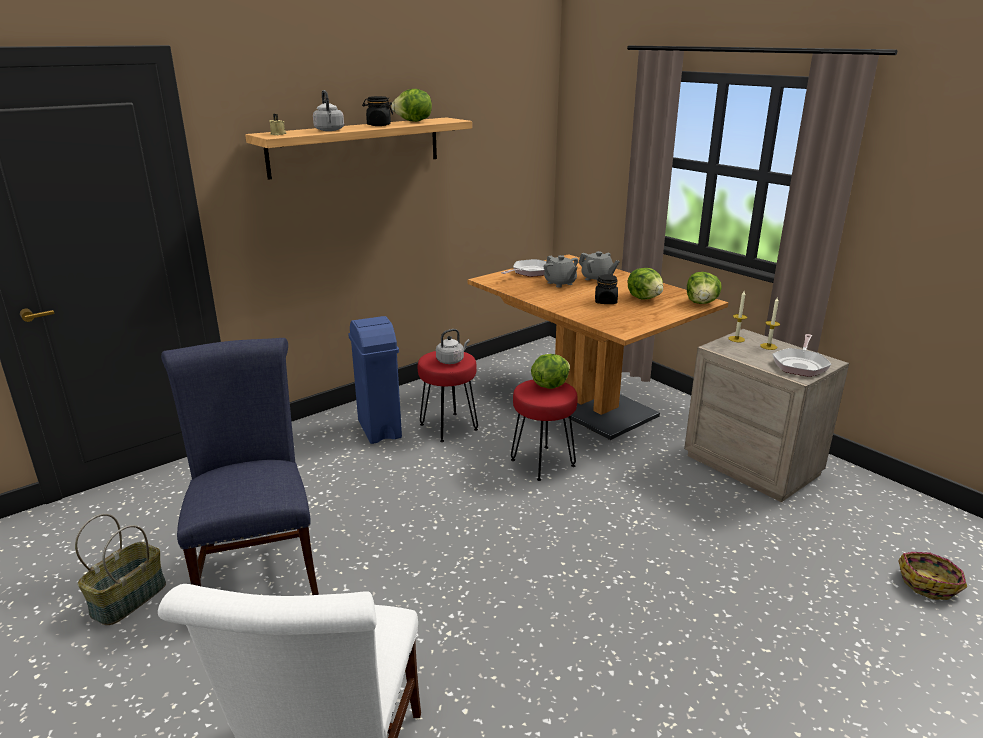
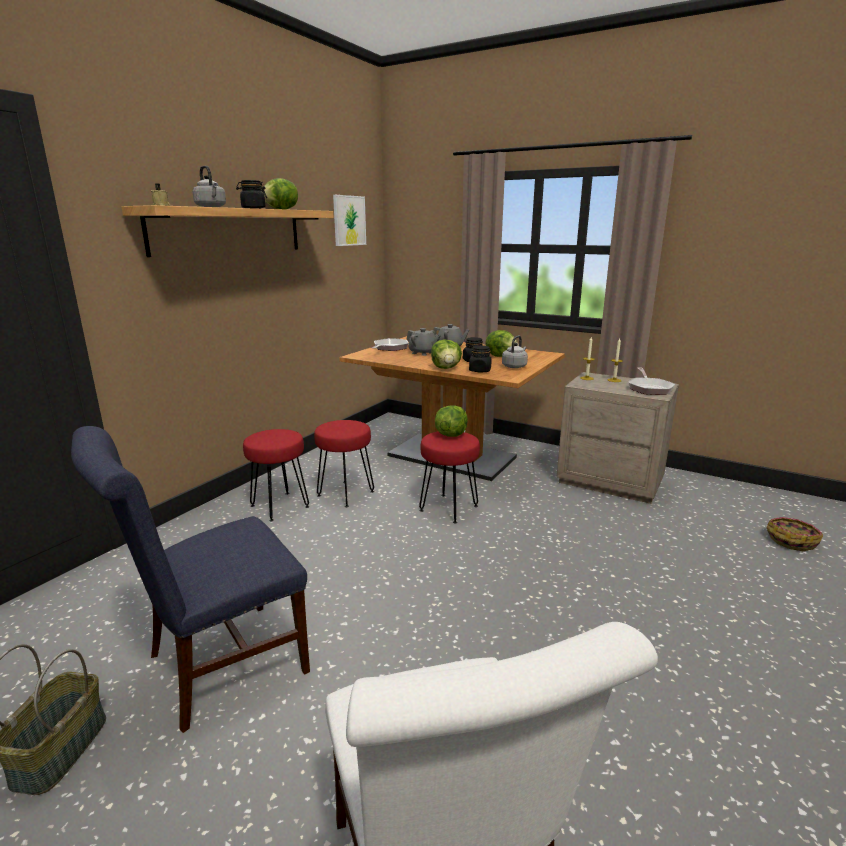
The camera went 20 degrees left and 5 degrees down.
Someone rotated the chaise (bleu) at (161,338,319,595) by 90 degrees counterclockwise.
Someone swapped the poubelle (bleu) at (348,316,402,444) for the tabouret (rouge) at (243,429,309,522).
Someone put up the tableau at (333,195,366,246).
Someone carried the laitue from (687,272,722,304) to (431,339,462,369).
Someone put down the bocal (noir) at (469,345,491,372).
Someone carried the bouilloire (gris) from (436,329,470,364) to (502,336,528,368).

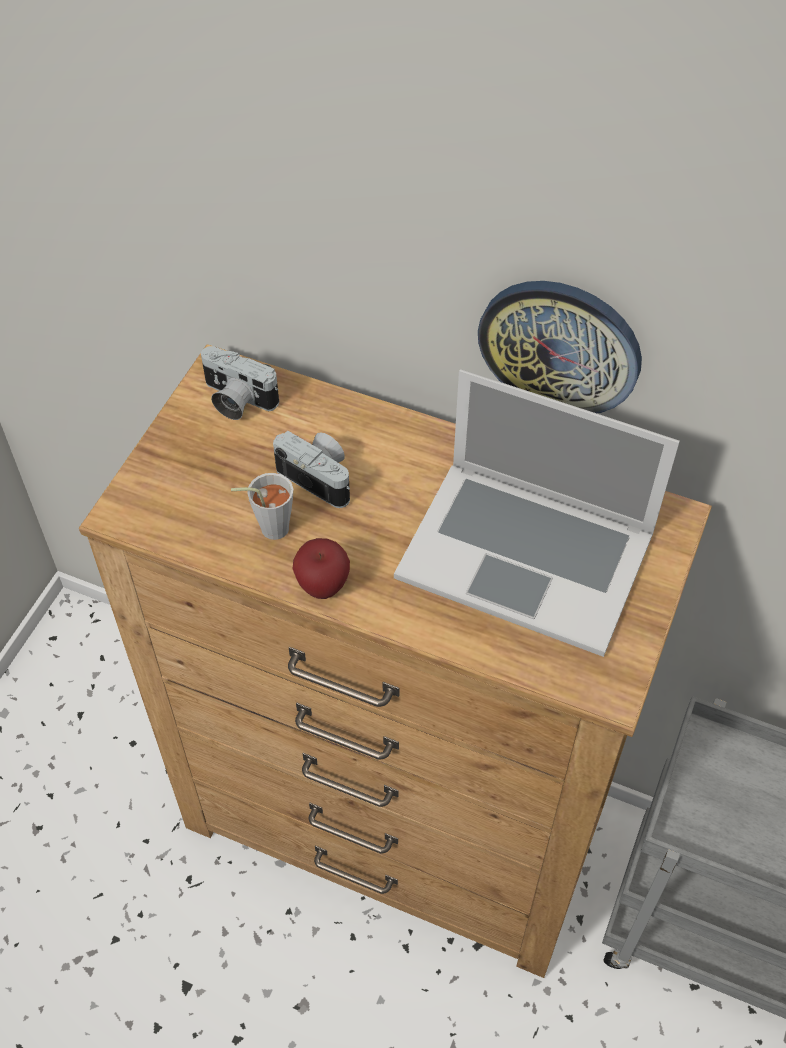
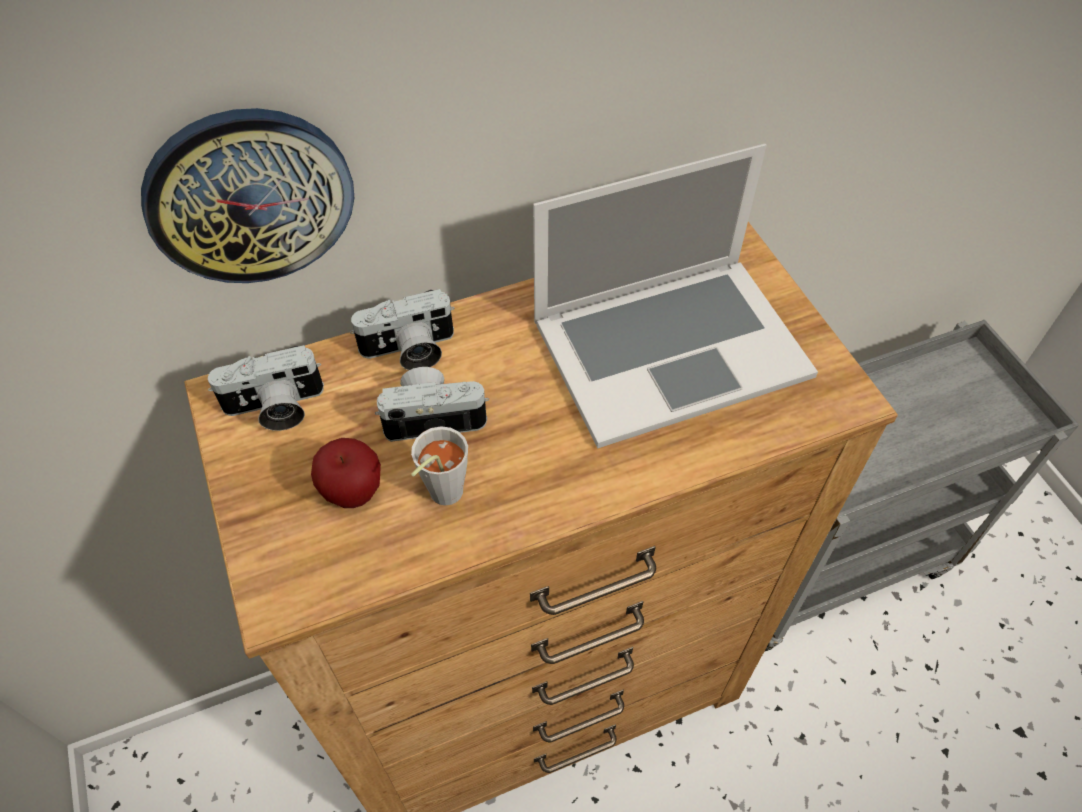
The camera went 45 degrees left and 0 degrees up.
Someone carried the horloge murale from (478,281,642,413) to (141,108,354,283).
Someone carried the pomme from (293,538,350,599) to (311,438,381,508).
Someone put down the appareil photo at (350,289,454,370).

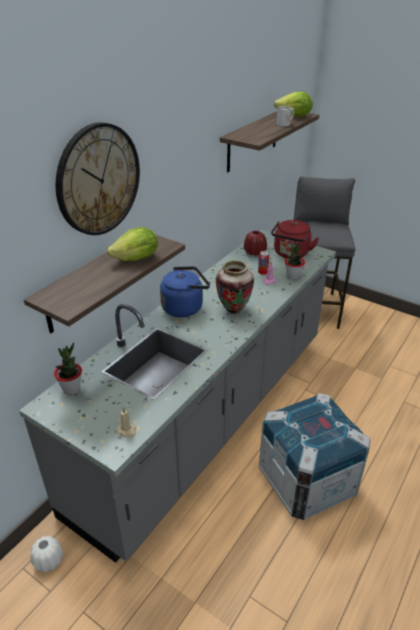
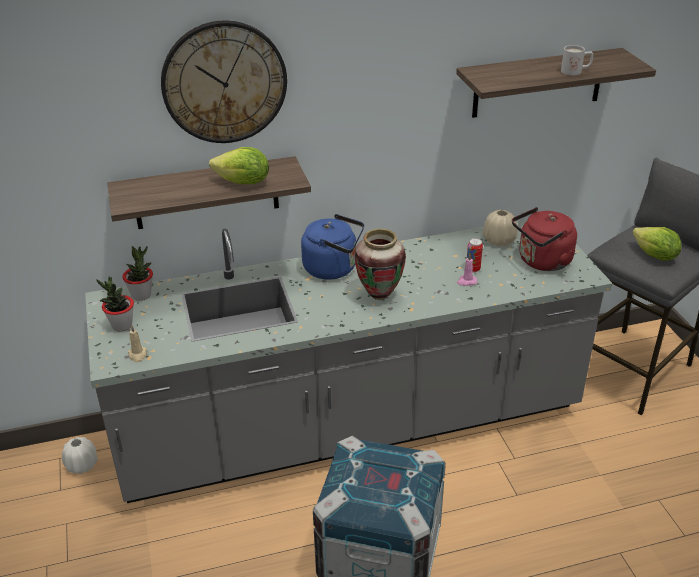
The camera went 40 degrees right and 0 degrees up.
Someone carried the plante en pot from (285,242,305,280) to (96,277,134,332).
Someone repainted the vase (rouge) at (244,231,267,256), which became the vase (beige) at (483,210,518,246).
Someone carried the laitue from (274,91,313,117) to (633,227,681,261).

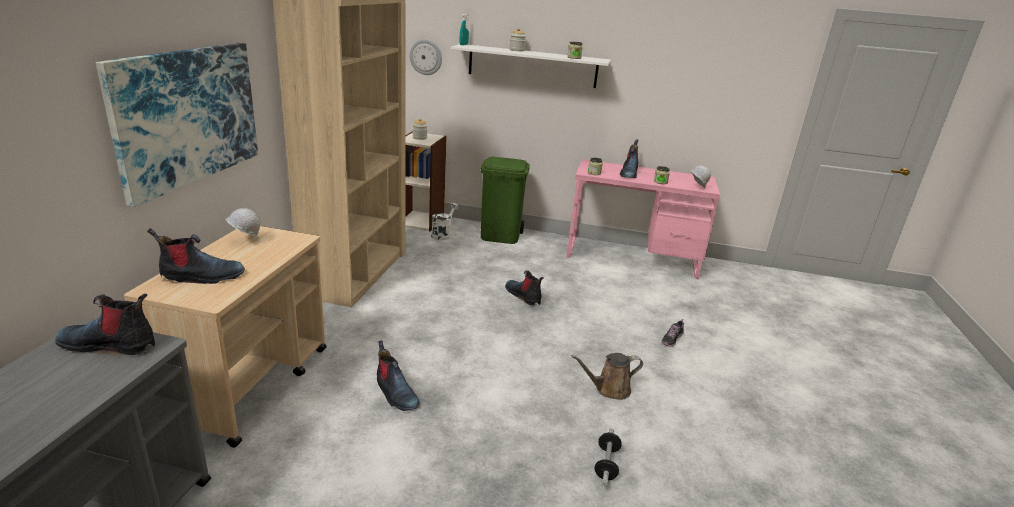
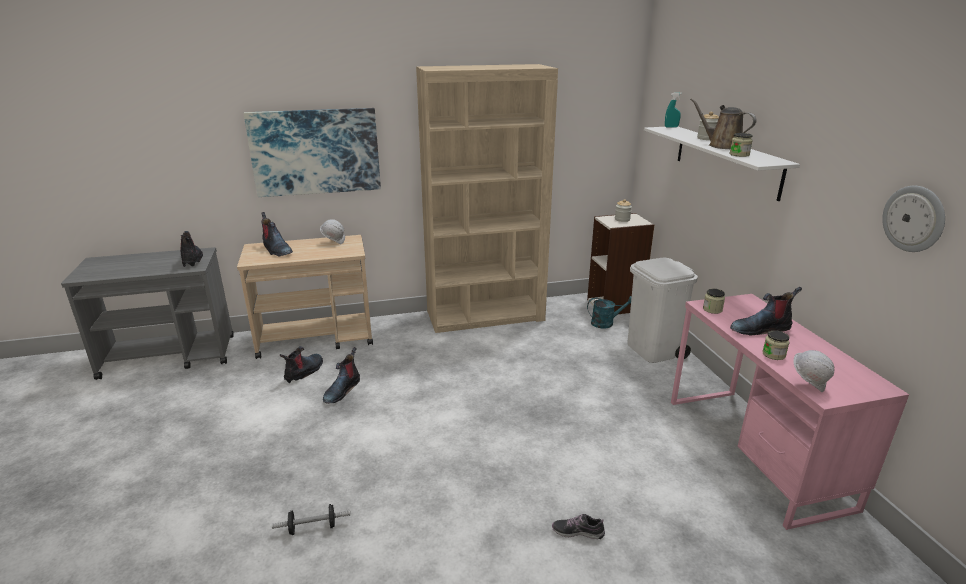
The camera went 65 degrees right and 0 degrees up.
Someone carried the botte from (505,271,544,306) to (280,346,323,383).
Someone repainted the arrosoir (blanc) at (431,203,459,240), which became the arrosoir (turquoise) at (587,296,632,329).
Someone repainted the poubelle (vert) at (481,157,530,244), which became the poubelle (blanc) at (627,258,698,363).
Someone carried the arrosoir (marron) from (571,353,643,400) to (690,98,756,149).
Someone carried the horloge murale from (409,39,442,75) to (882,186,945,252).

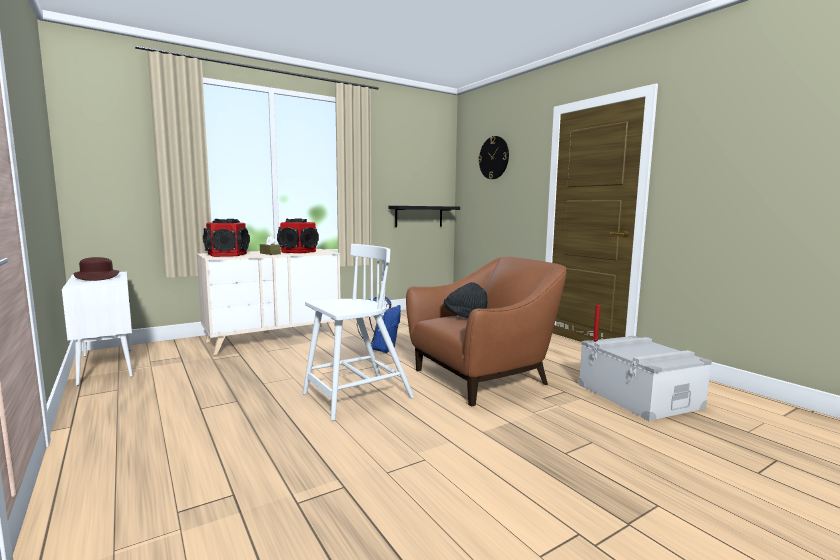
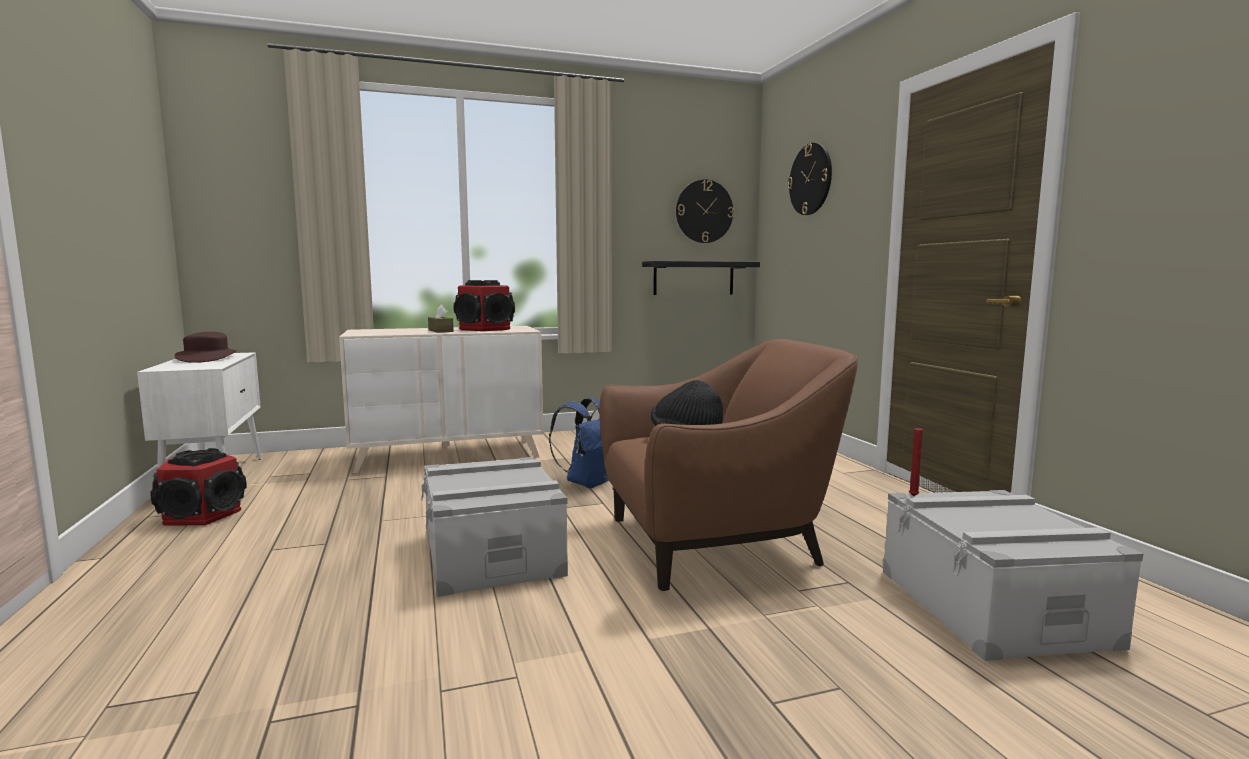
The camera went 15 degrees right and 0 degrees up.
Someone carried the enceinte from (203,219,250,257) to (150,448,247,526).
Someone swapped the chaise (blanc) at (303,244,414,421) for the boîte de rangement (gris) at (421,457,568,597).
Someone put up the horloge murale at (676,179,734,243).

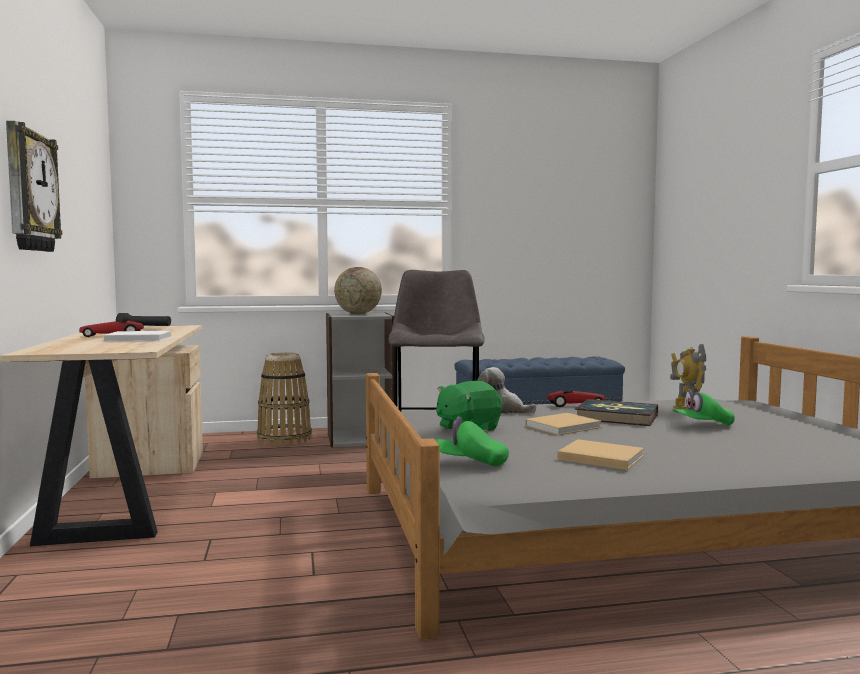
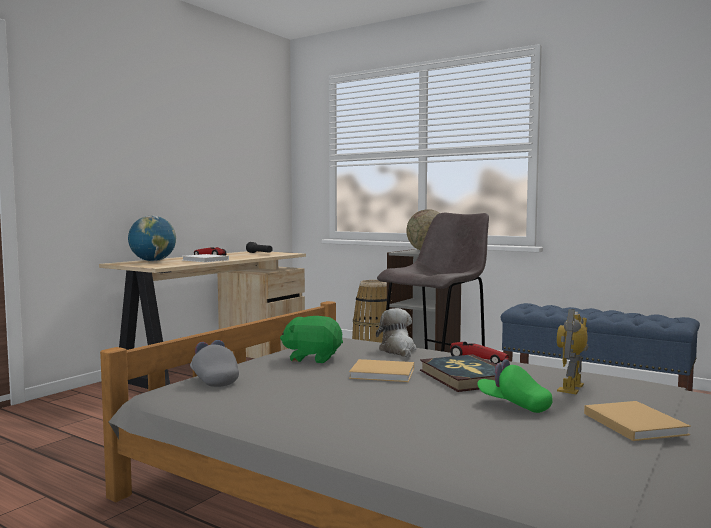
The camera went 45 degrees right and 0 degrees up.
Someone put down the globe at (128,216,176,262).
Someone repainted the casquette (vert) at (435,416,509,466), which became the casquette (gris) at (190,340,239,387).
Someone carried the livre (beige) from (557,439,644,470) to (584,401,691,441).
Someone took away the horloge murale at (6,121,62,252).

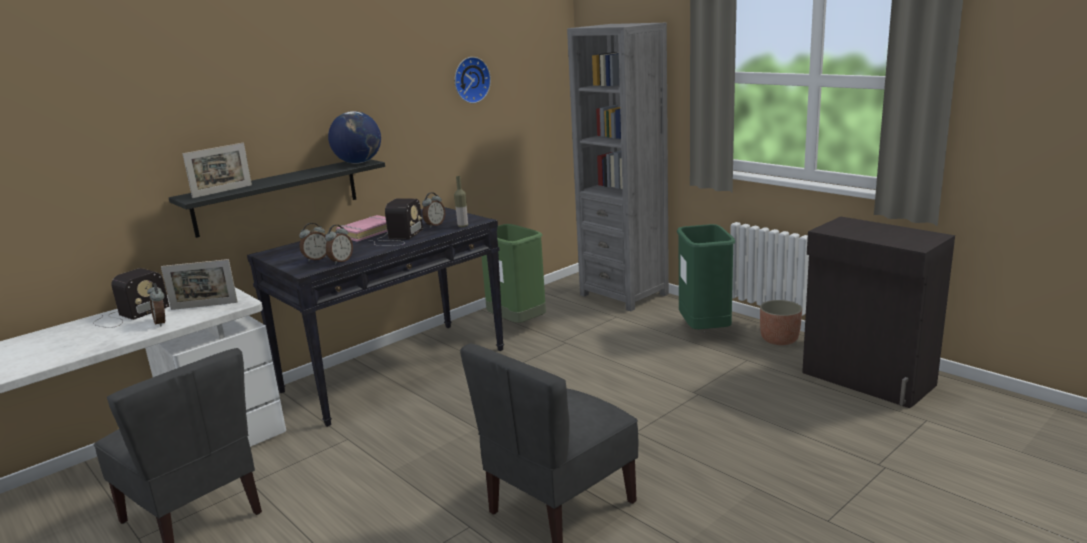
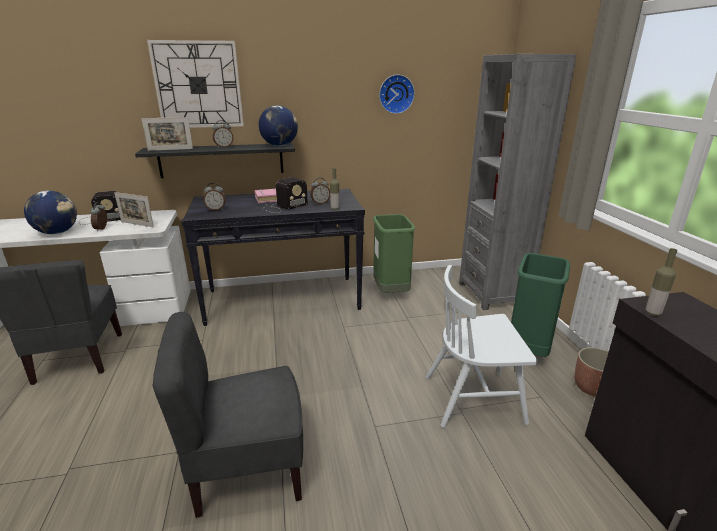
The camera went 30 degrees right and 5 degrees up.
Someone put down the globe at (24,191,77,234).
Someone put up the horloge murale at (147,40,244,128).
Someone carried the réveil from (325,225,353,264) to (213,120,233,148).
Someone put down the chaise (blanc) at (425,265,538,428).
Someone put down the bouteille at (645,248,677,316).

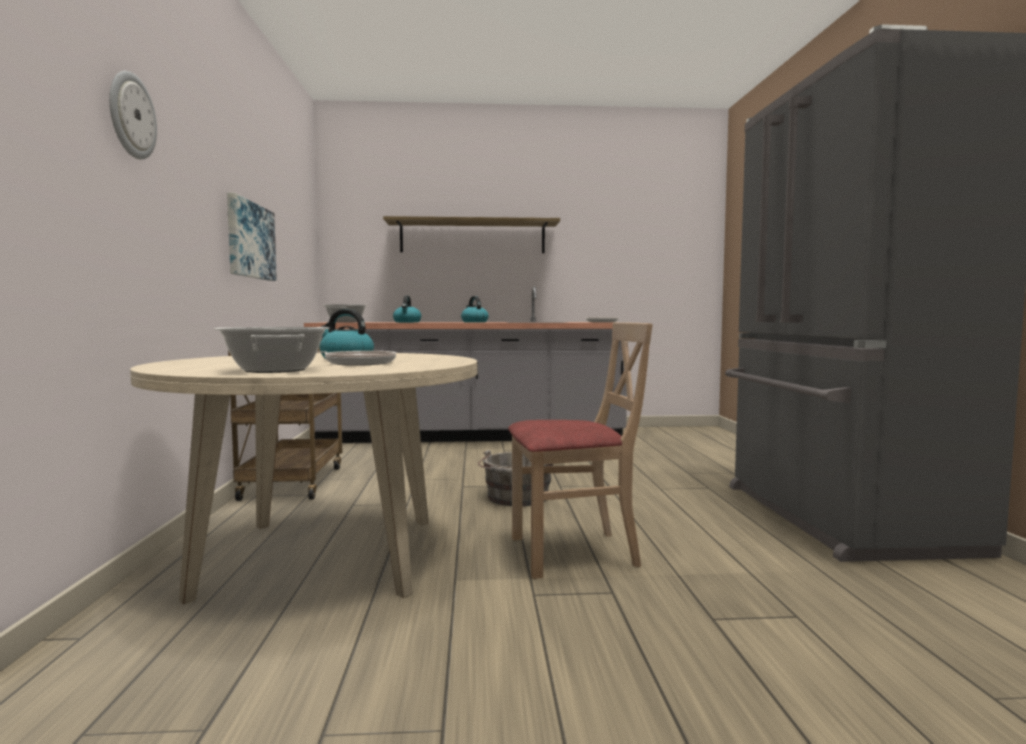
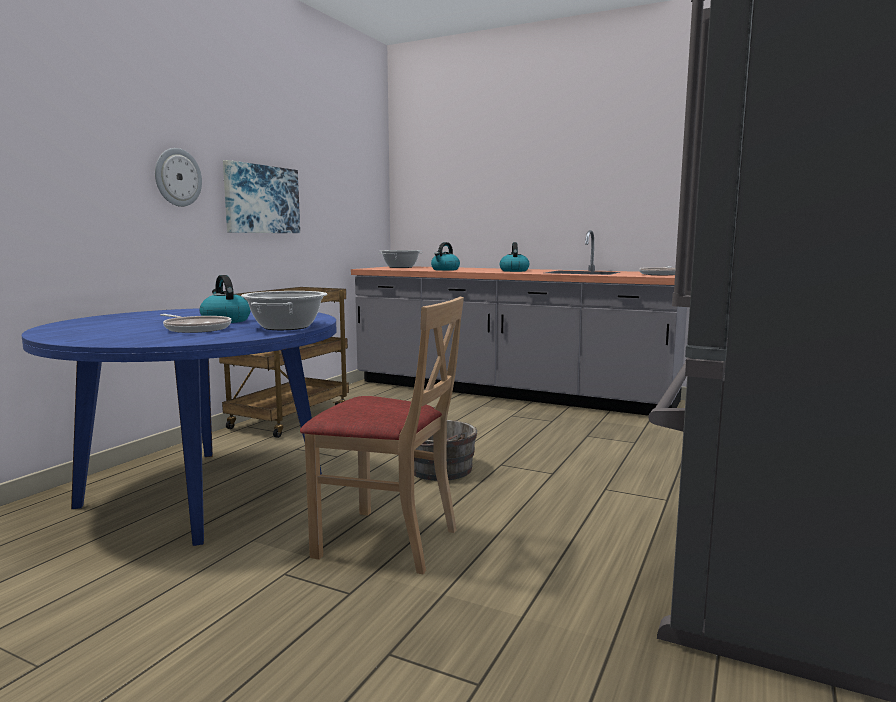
The camera went 30 degrees right and 5 degrees up.
Someone repainted the table à manger (beige) at (130,353,477,604), which became the table à manger (bleu) at (22,308,337,546).
Someone carried the horloge murale from (109,71,157,160) to (155,148,202,207).
Someone carried the marmite from (214,327,330,373) to (241,291,327,330).
Someone took away the étagère at (383,216,560,253).

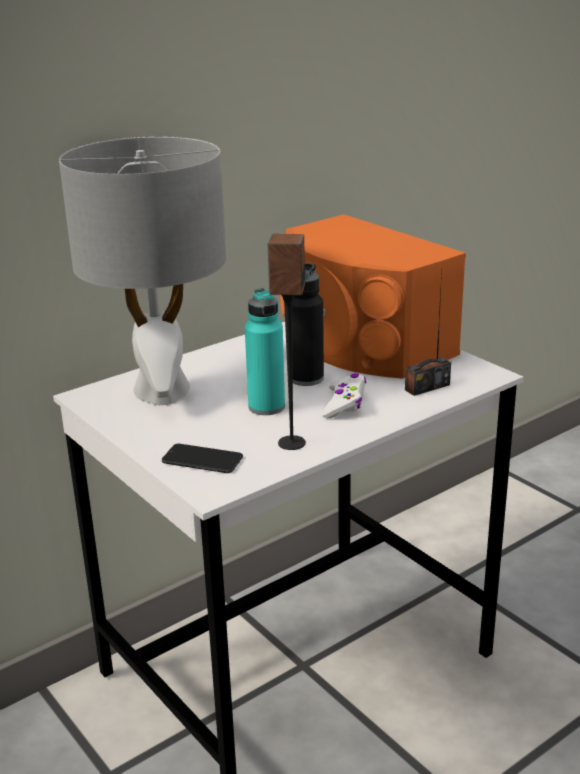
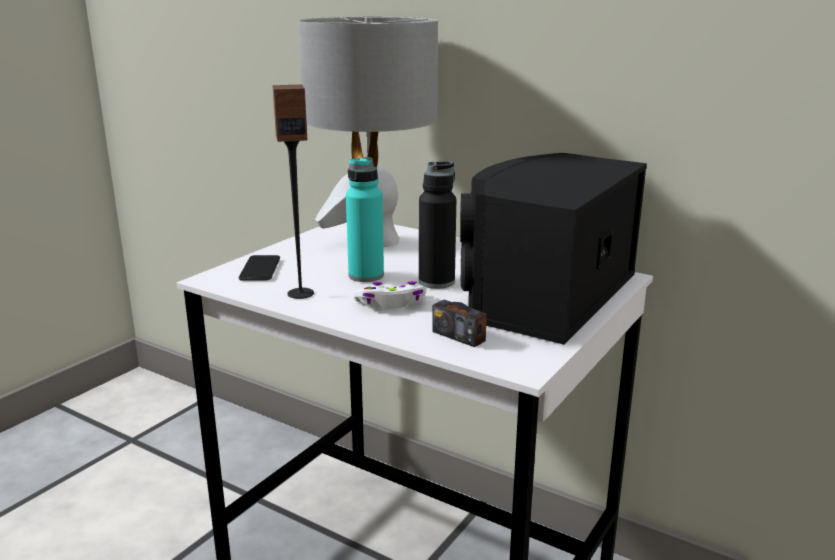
The camera went 70 degrees right and 5 degrees down.
Someone repainted the enceinte (orange) at (280,214,466,379), which became the enceinte (noir) at (460,153,647,345).

